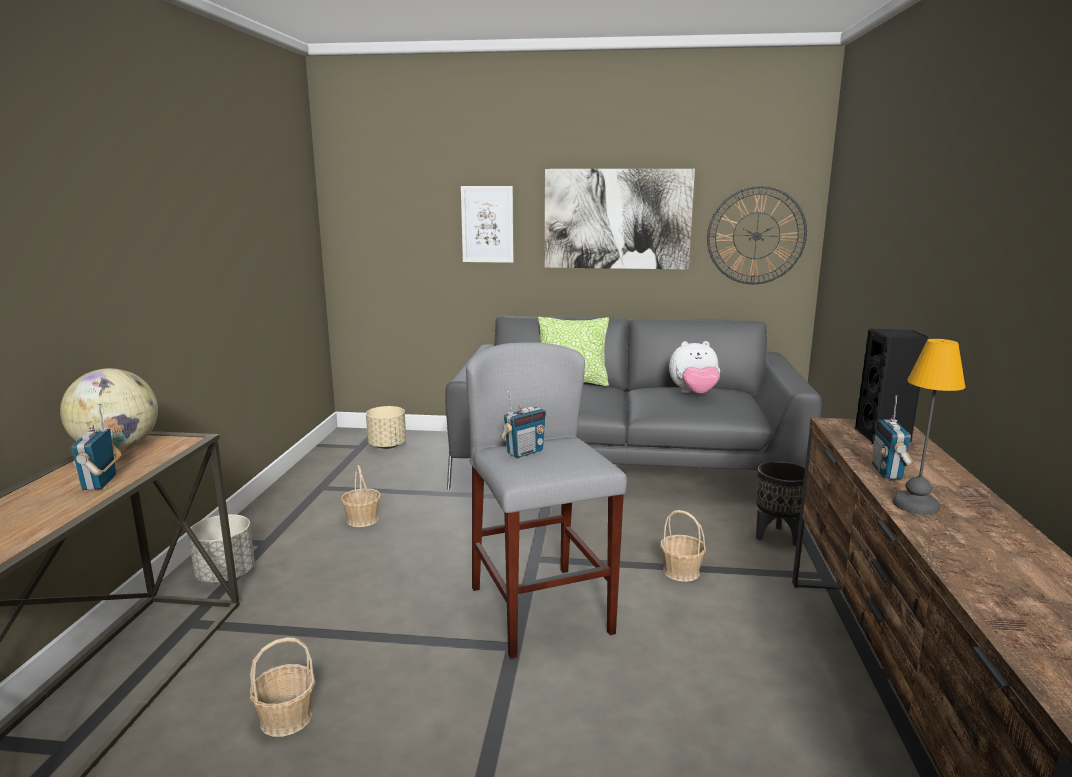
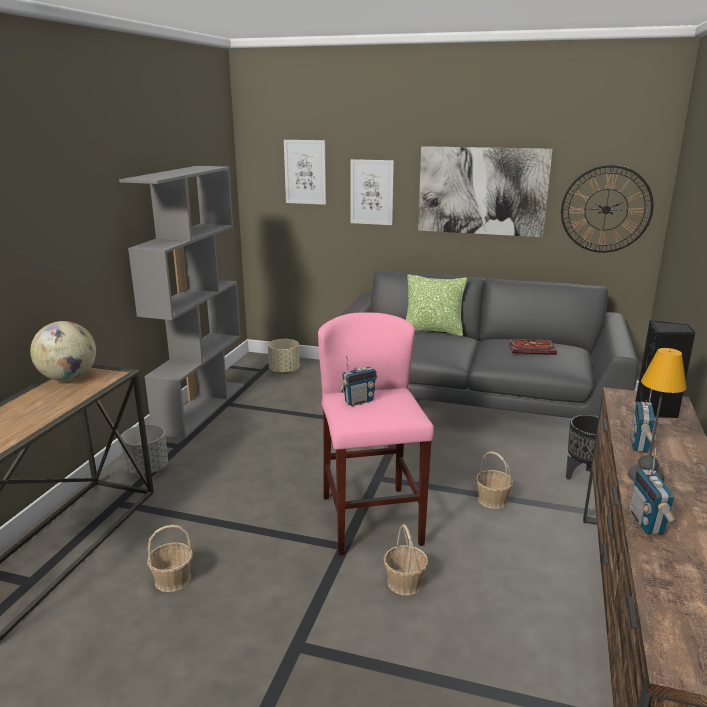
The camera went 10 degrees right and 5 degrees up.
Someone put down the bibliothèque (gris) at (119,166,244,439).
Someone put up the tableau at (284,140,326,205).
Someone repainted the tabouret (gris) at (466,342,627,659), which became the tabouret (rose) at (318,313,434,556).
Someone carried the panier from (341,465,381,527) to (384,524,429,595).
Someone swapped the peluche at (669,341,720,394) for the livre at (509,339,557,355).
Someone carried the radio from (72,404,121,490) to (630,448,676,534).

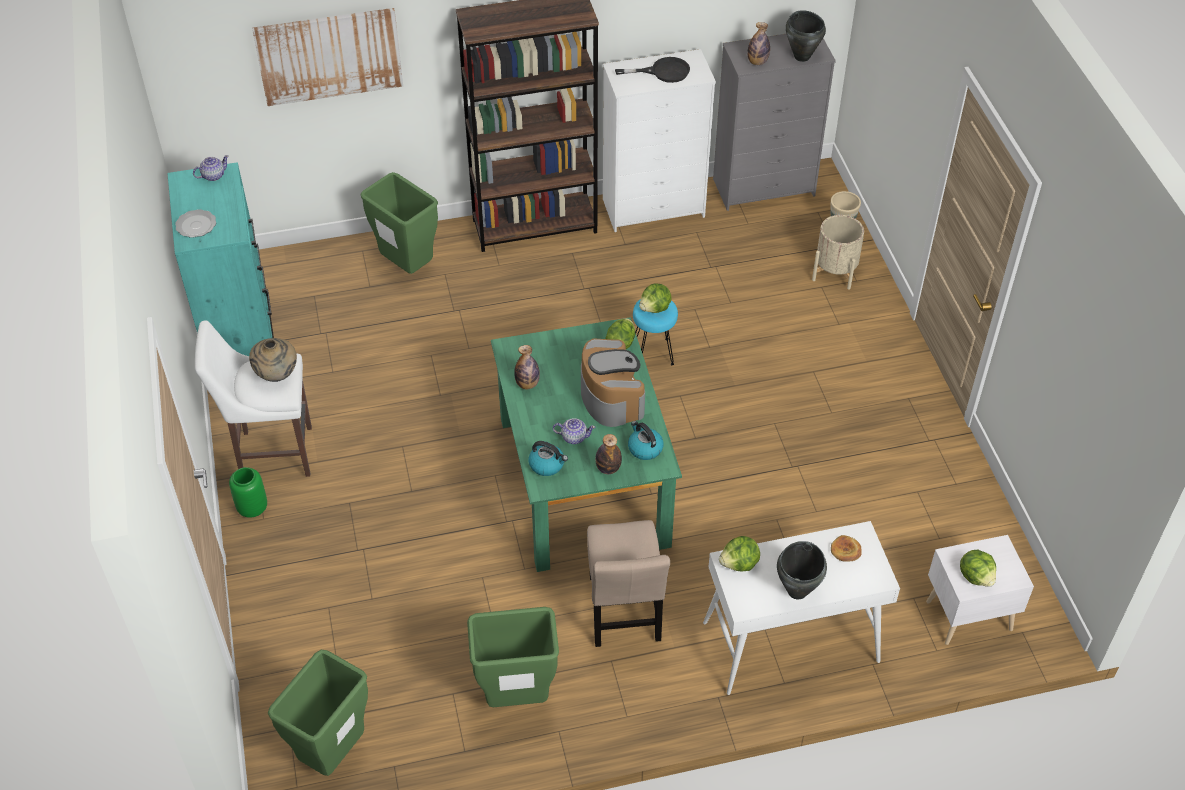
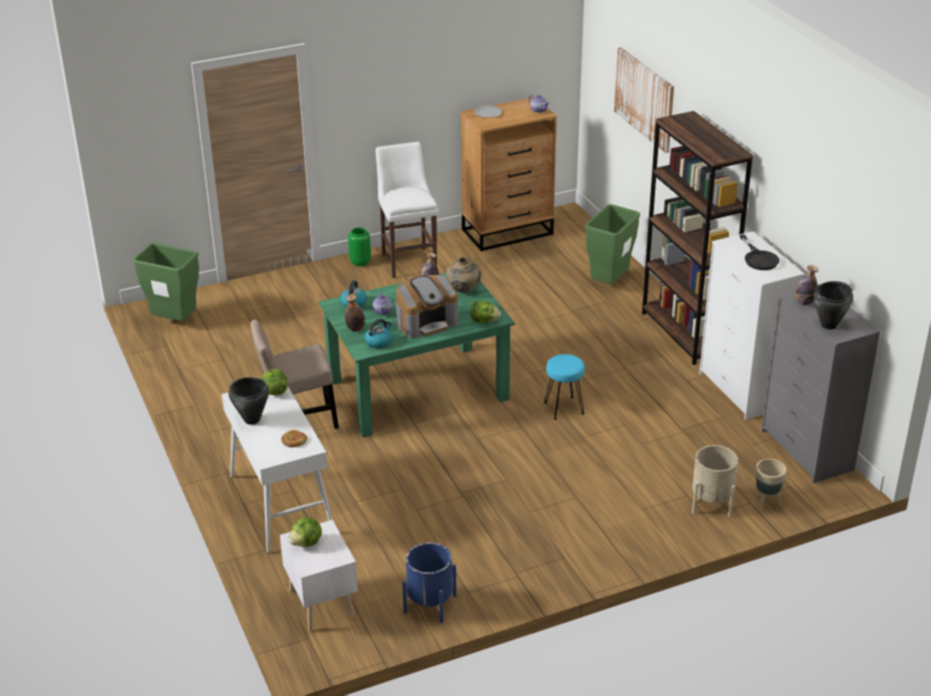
The camera went 80 degrees right and 15 degrees down.
Someone put down the cache-pot (bleu) at (402,542,457,623).
Someone carried the vase (beige) from (249,338,297,382) to (446,257,481,293).
Someone repainted the commode (turquoise) at (167,162,274,356), which became the commode (marron) at (461,97,557,251).
Someone took away the poubelle (vert) at (467,607,559,707).
Someone took away the laitue at (639,283,672,313).

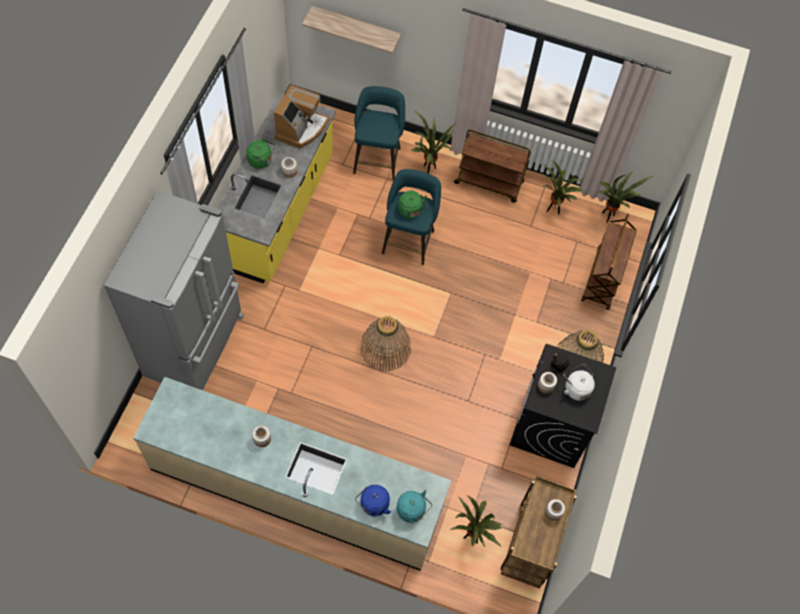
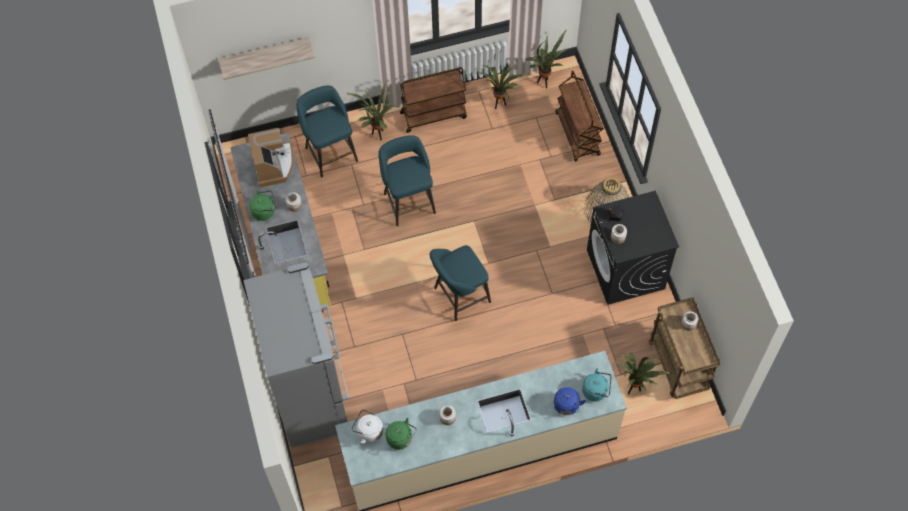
The camera went 30 degrees left and 0 degrees up.
Someone carried the bouilloire (blanc) from (564,364,595,401) to (351,409,383,444).
Someone carried the bouilloire (vert) from (398,191,427,218) to (386,418,416,450).
Someone swapped the panier at (360,316,411,372) for the tabouret (turquoise) at (430,245,491,321).

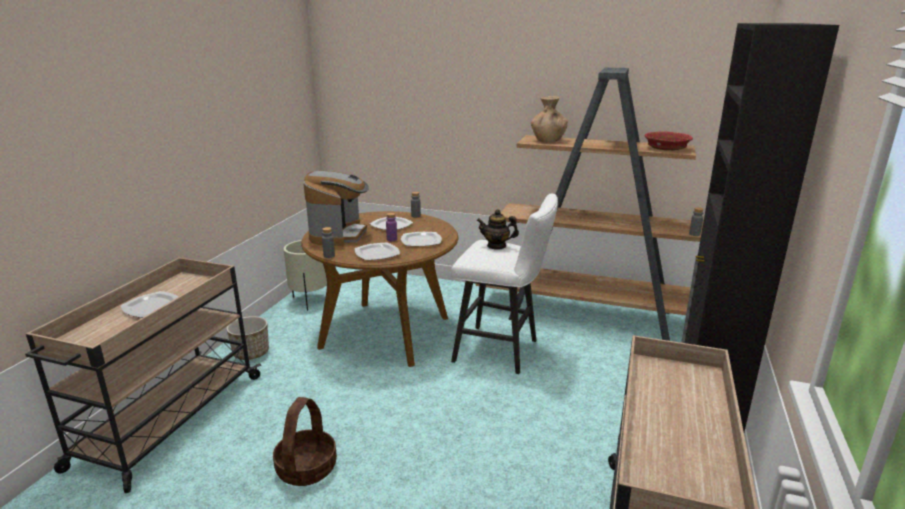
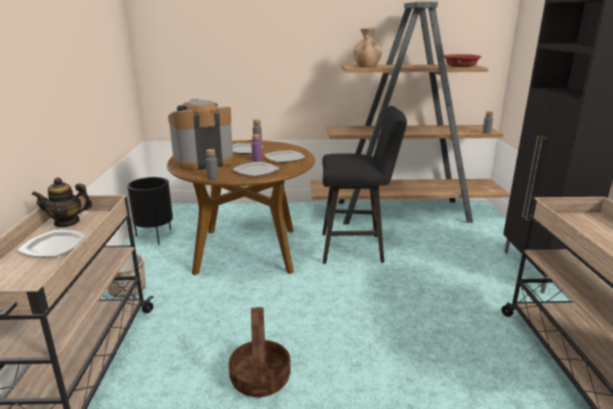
The camera went 20 degrees left and 0 degrees up.
Someone carried the théière from (477,209,519,249) to (31,177,93,227).
Someone repainted the cache-pot (beige) at (283,240,327,311), which became the cache-pot (noir) at (127,177,173,245).
Someone rotated the machine à café at (303,171,369,246) by 105 degrees counterclockwise.
Someone repainted the tabouret (blanc) at (451,194,558,374), which became the tabouret (noir) at (322,106,407,264).

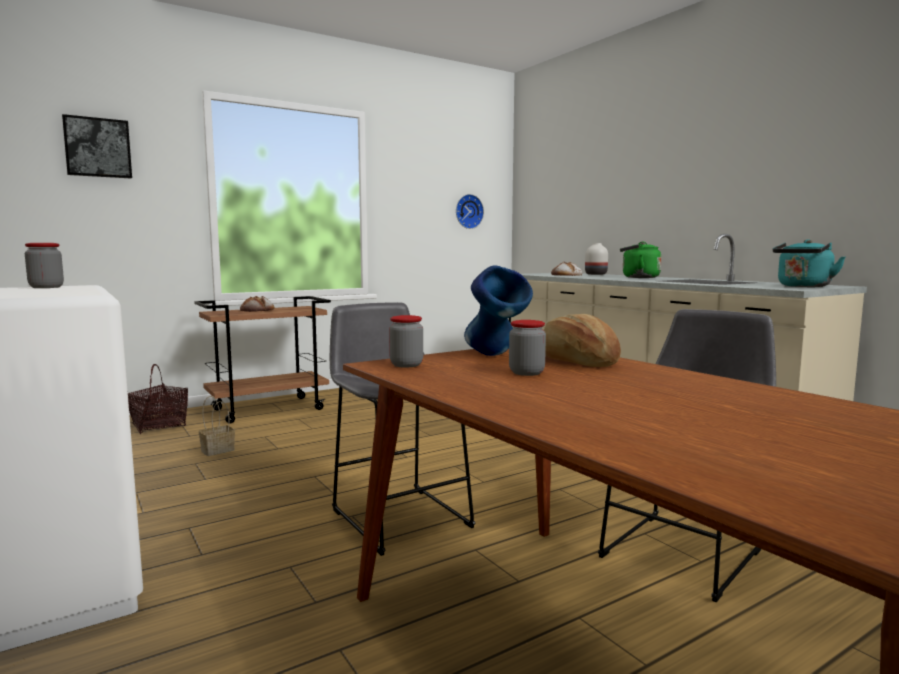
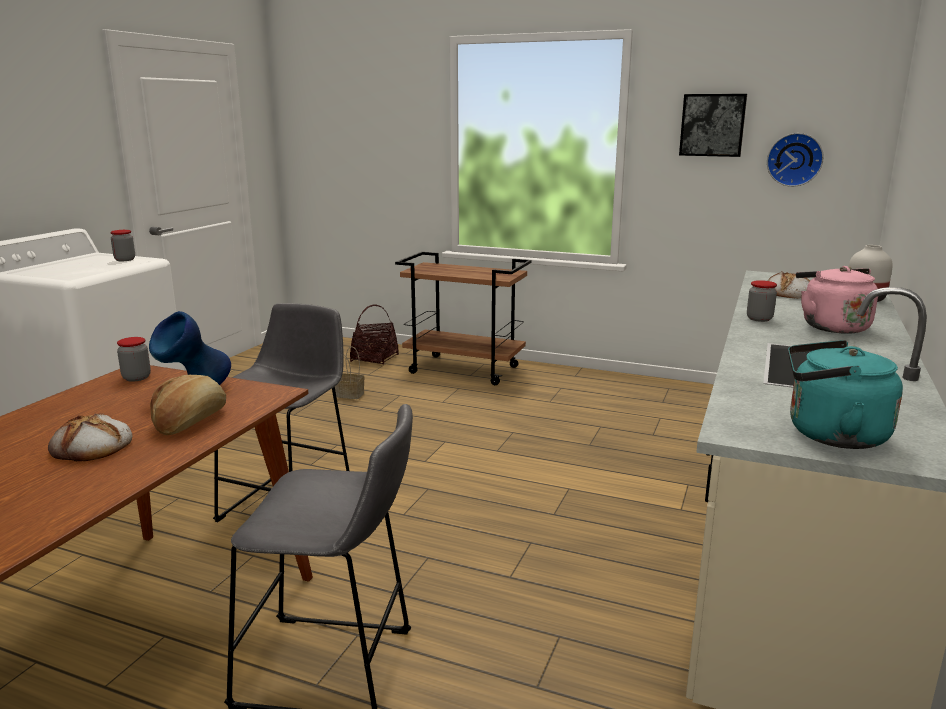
The camera went 55 degrees right and 10 degrees up.
Someone carried the pain from (240,296,274,312) to (48,413,132,461).
Someone carried the tableau from (62,114,132,179) to (679,94,747,157).
Someone carried the bocal from (509,320,546,376) to (747,280,777,322).
Someone repainted the bouilloire (vert) at (620,242,662,278), which became the bouilloire (rose) at (796,266,878,334).

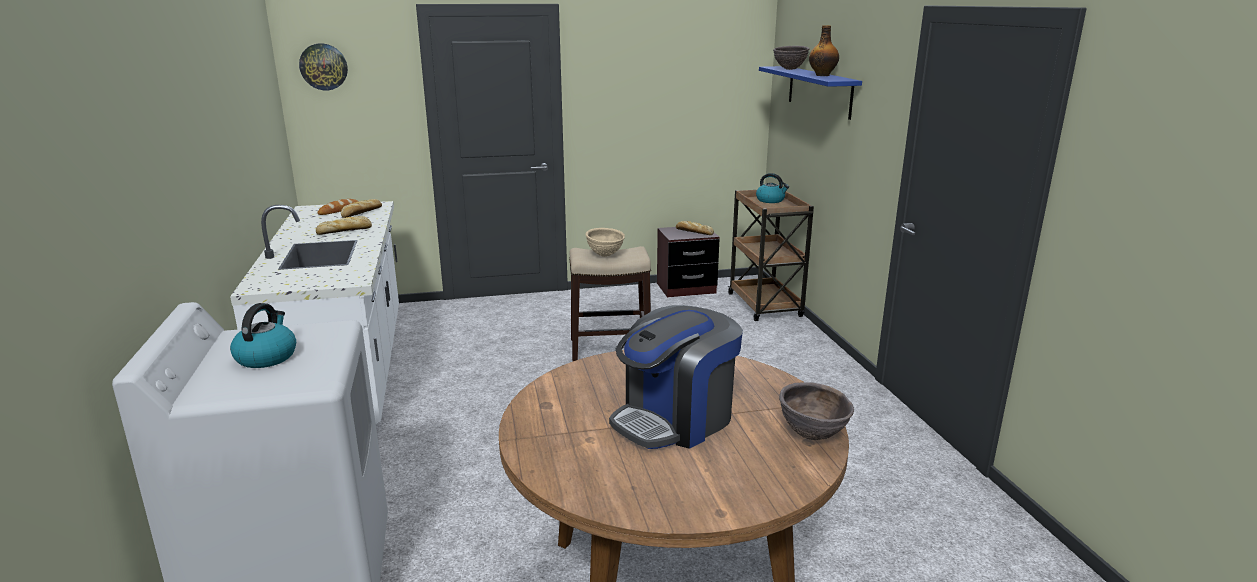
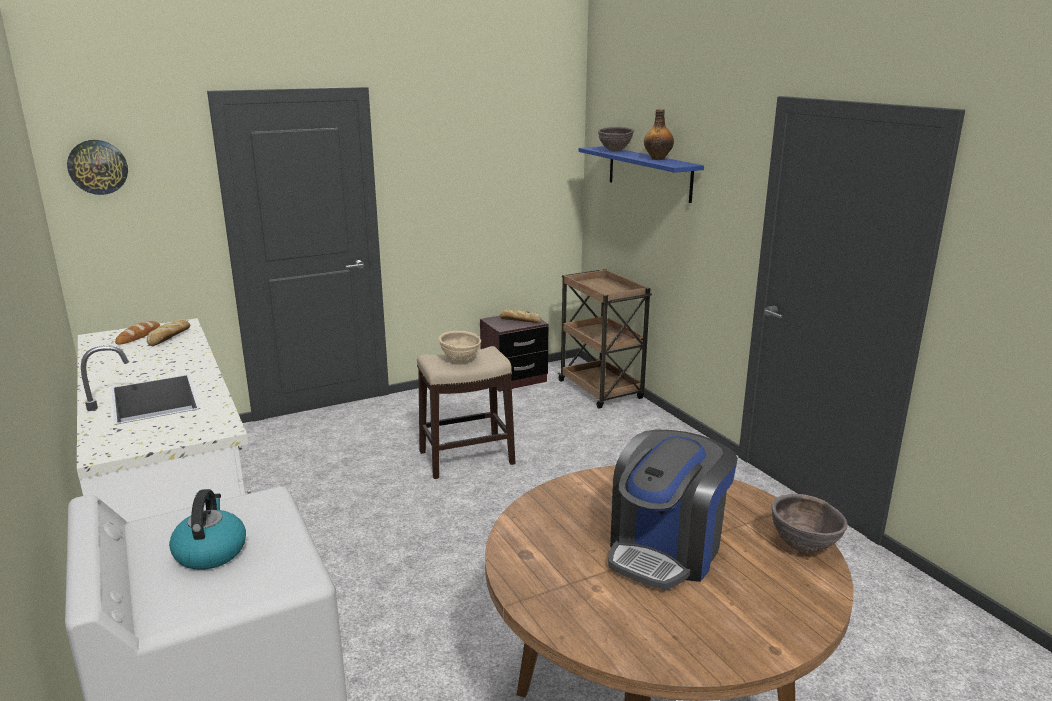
The camera went 15 degrees left and 0 degrees up.
Someone took away the pain at (316,216,372,235).
Someone took away the bouilloire at (756,173,789,203).

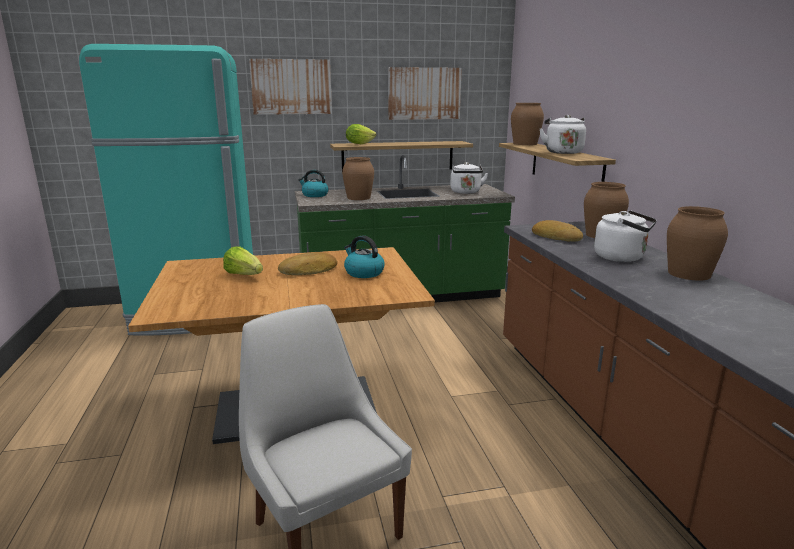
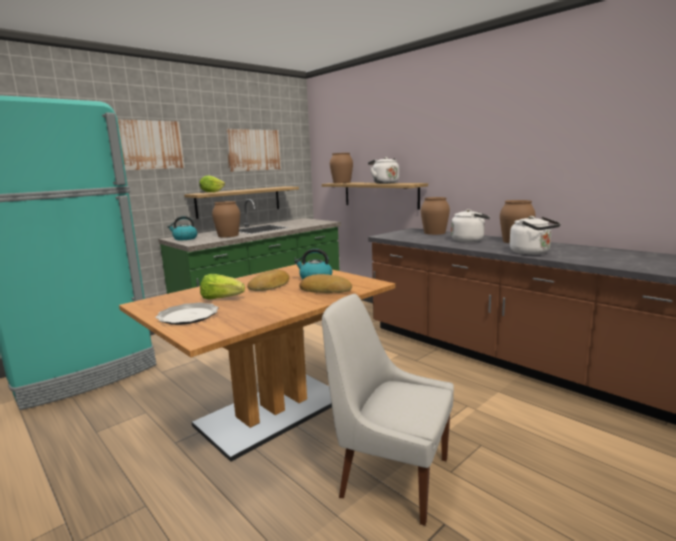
The camera went 30 degrees left and 5 degrees down.
Someone put down the assiette at (155,303,219,325).
Someone carried the pain from (532,220,583,242) to (299,274,352,293).
Someone carried the bouilloire (blanc) from (450,162,488,194) to (510,216,561,255).

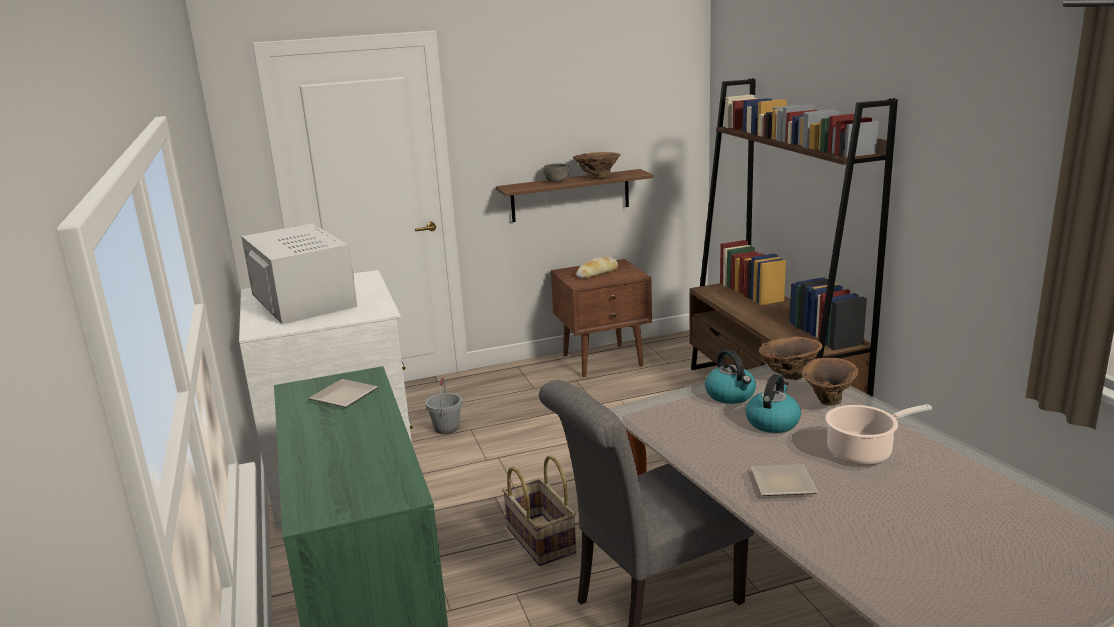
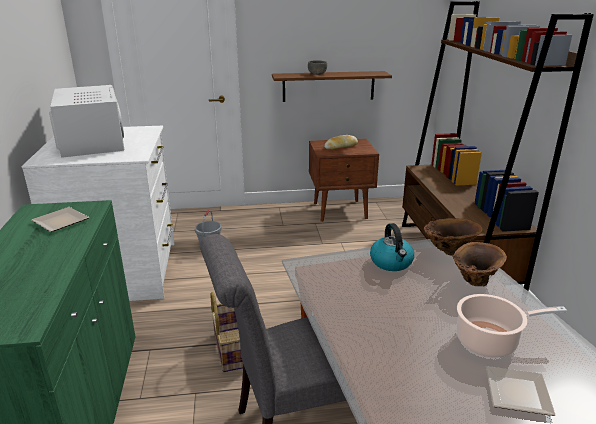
The camera went 10 degrees right and 5 degrees up.
Someone carried the assiette from (751,464,818,496) to (486,366,556,416).
Someone took away the vase (marron) at (573,152,621,179).
Someone took away the bouilloire at (746,374,801,433).

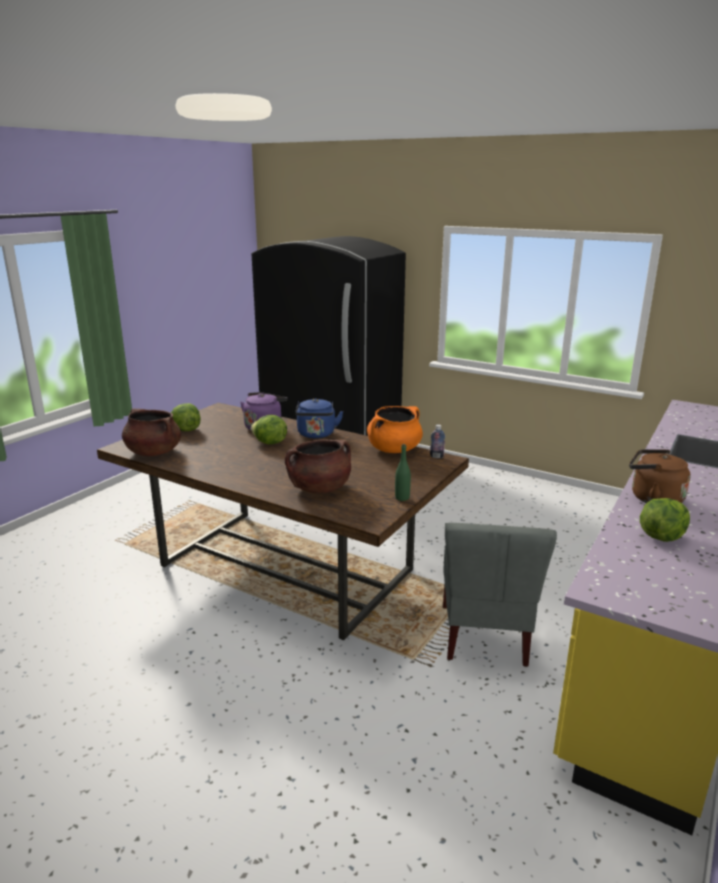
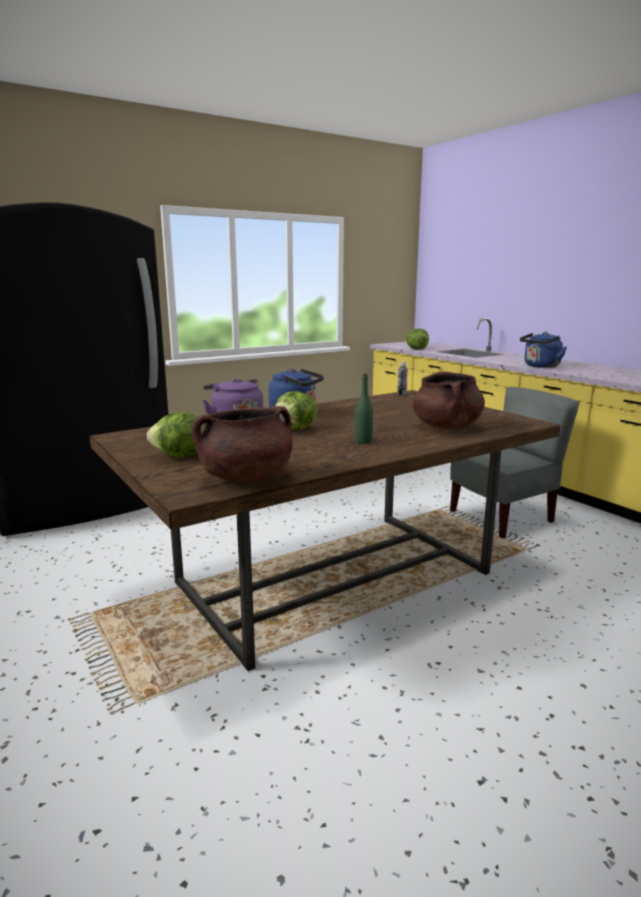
The camera went 65 degrees left and 5 degrees down.
Someone carried the bouteille (vert) from (395,444,411,501) to (355,374,373,444).
Someone carried the laitue from (640,498,690,542) to (406,328,429,350).
Someone rotated the chaise (gris) at (443,523,557,667) by 60 degrees counterclockwise.
Someone repainted the bouilloire (marron) at (629,449,691,503), which became the bouilloire (bleu) at (520,332,567,368).
Someone took away the marmite (orange) at (367,406,423,453).

